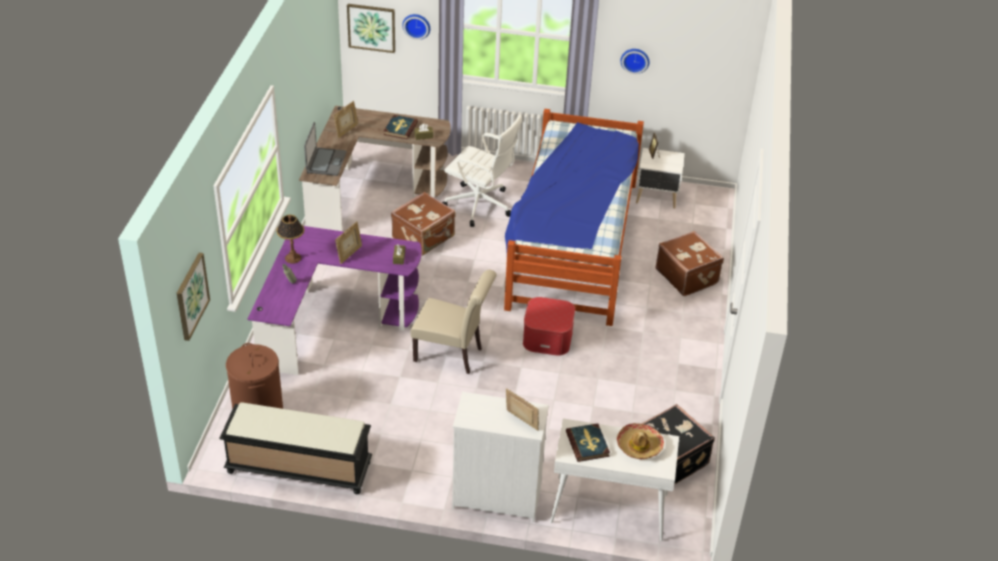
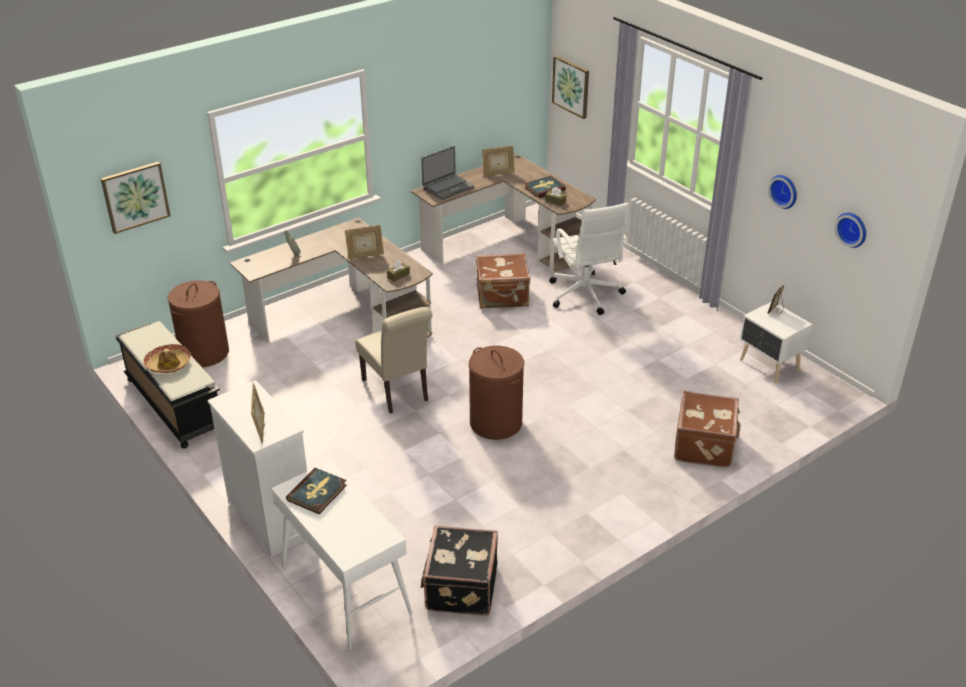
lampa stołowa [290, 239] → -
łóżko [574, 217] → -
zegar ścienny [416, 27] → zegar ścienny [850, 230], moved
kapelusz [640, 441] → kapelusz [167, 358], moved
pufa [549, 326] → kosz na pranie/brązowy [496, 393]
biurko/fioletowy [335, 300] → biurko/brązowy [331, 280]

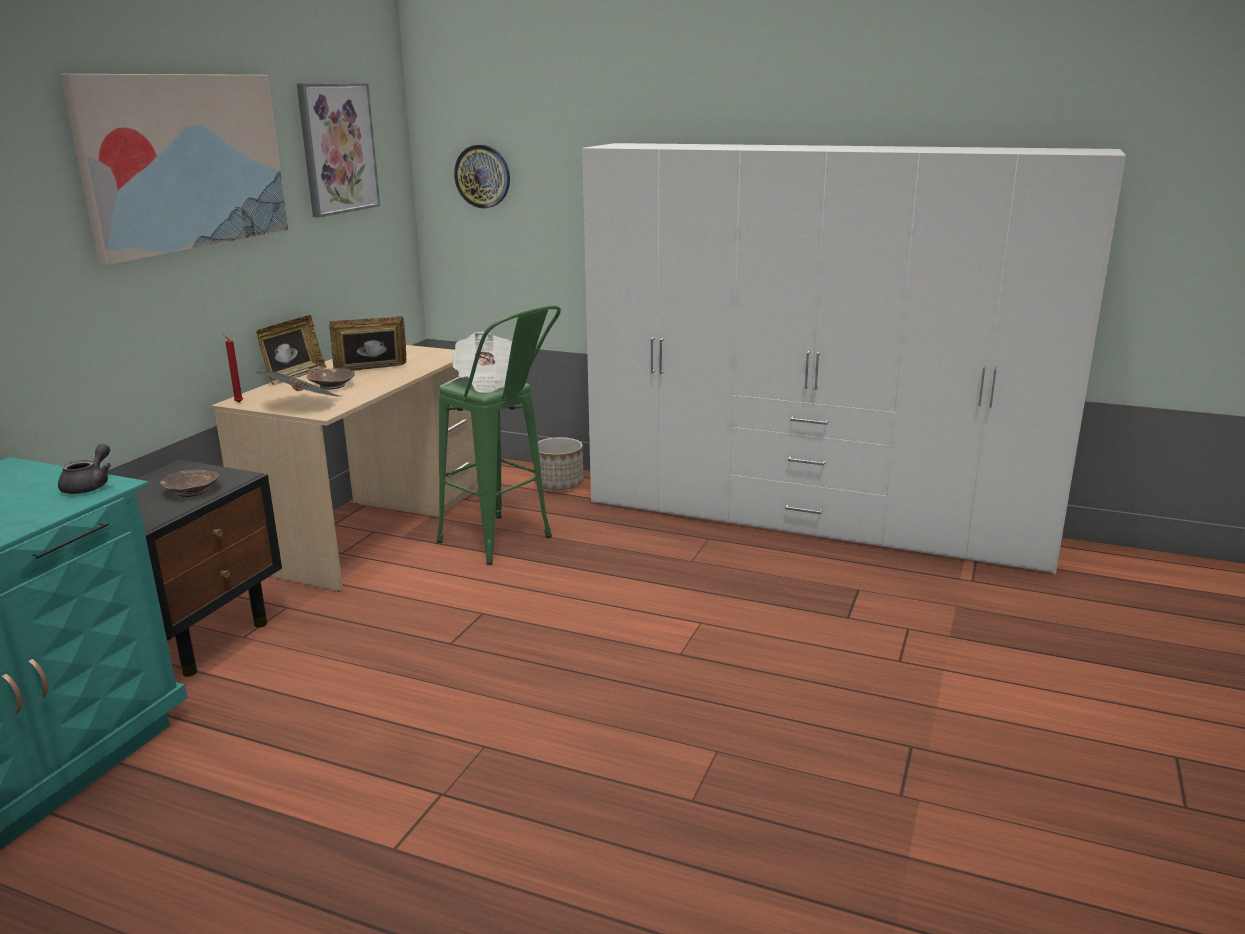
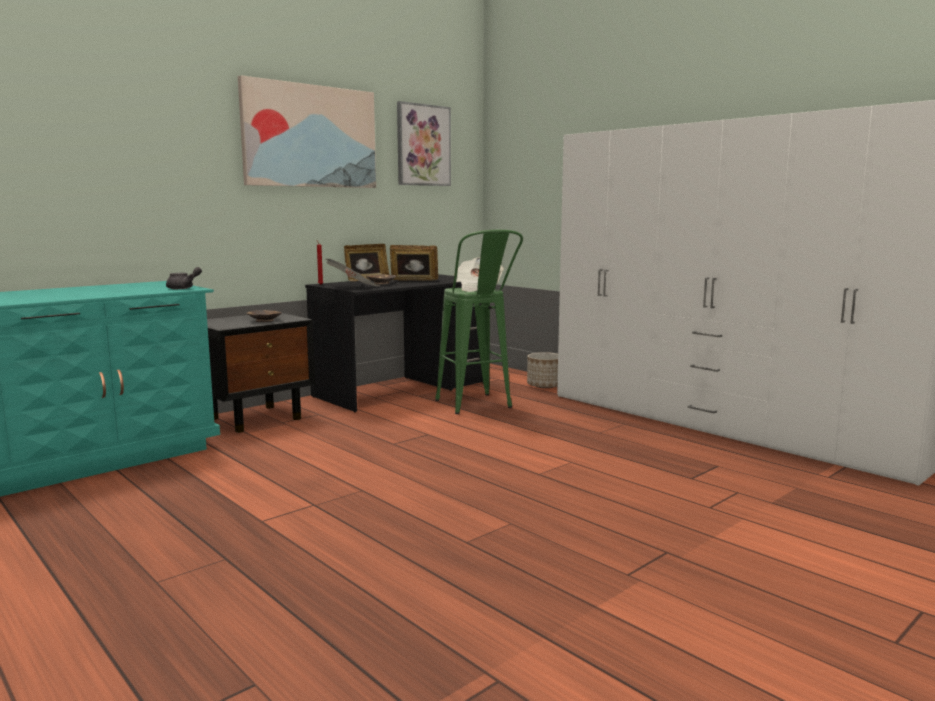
zegar ścienny [482, 176] → -
biurko/beżowy [344, 468] → biurko/czarny [394, 343]

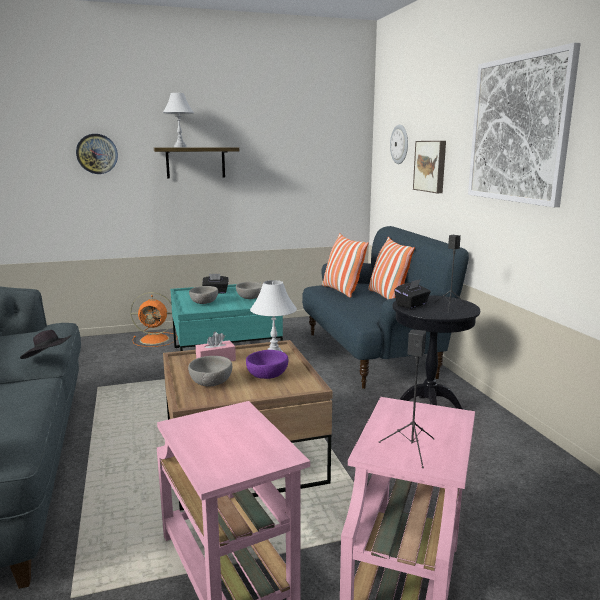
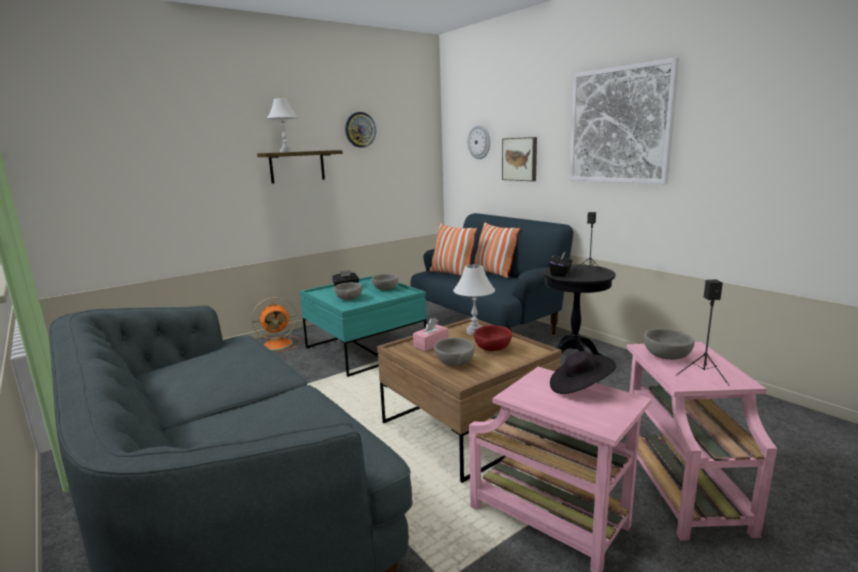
- → miska/szary [668, 344]
kapelusz/czarny [46, 344] → kapelusz/czarny [583, 372], moved
zegar ścienny [97, 154] → zegar ścienny [360, 130], moved
miska/fioletowy [267, 364] → miska/czerwony [493, 338]

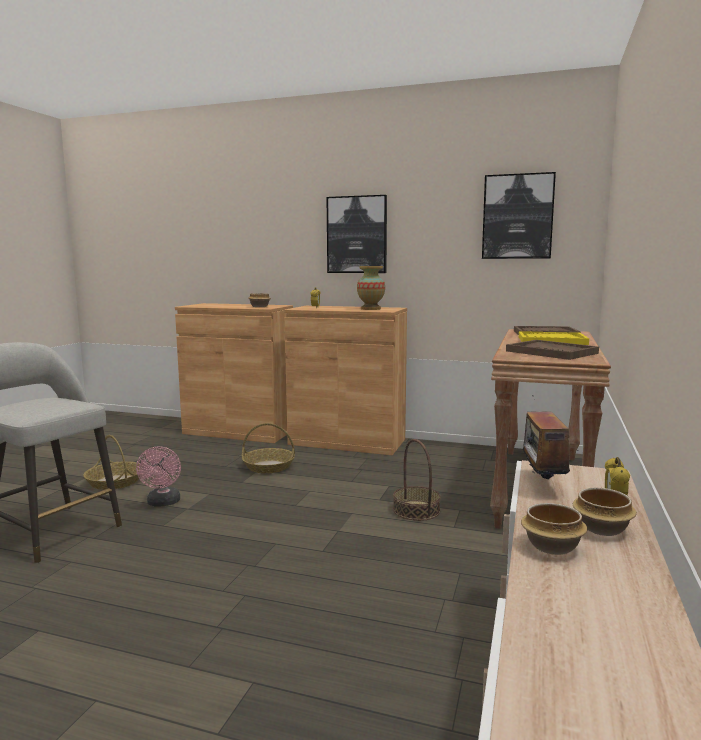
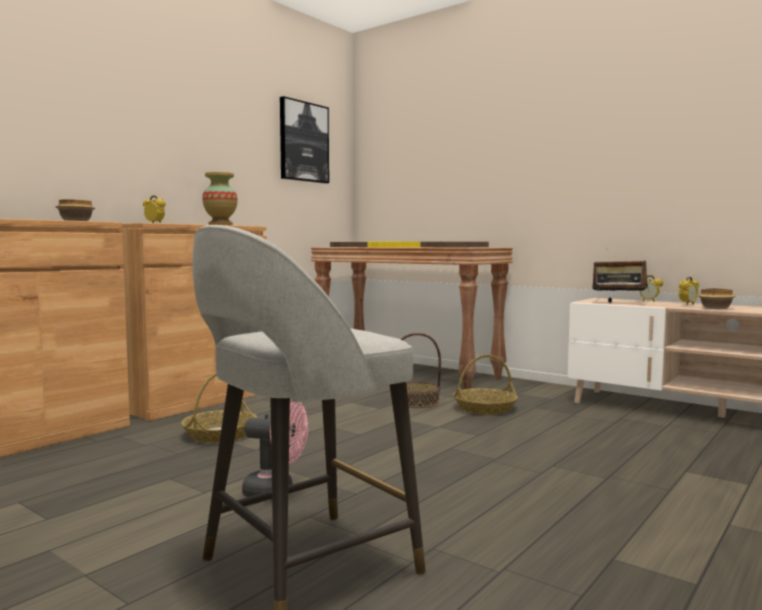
obraz [357, 234] → -
koszyk [111, 462] → koszyk [485, 384], moved
miska [605, 512] → budzik [689, 291]

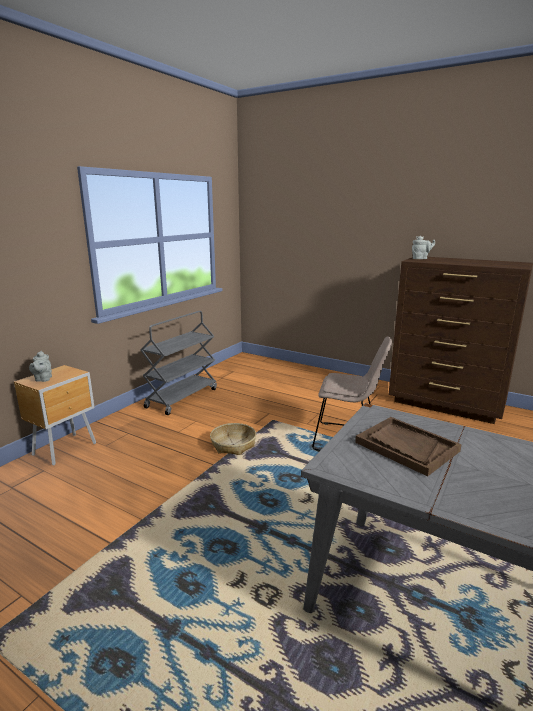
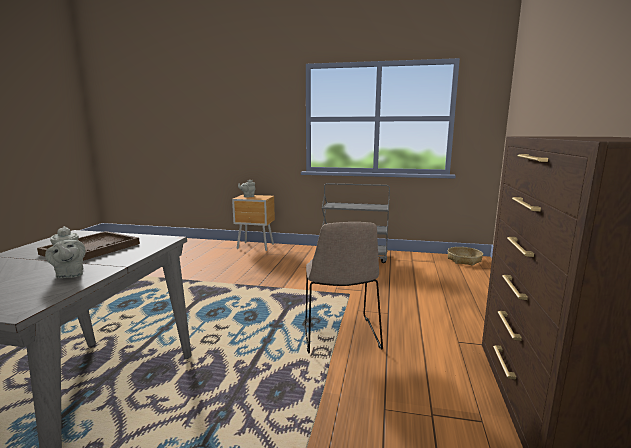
koszyk [233, 439] → koszyk [465, 256], moved
imbryk/szary [423, 247] → imbryk/szary [65, 252], moved

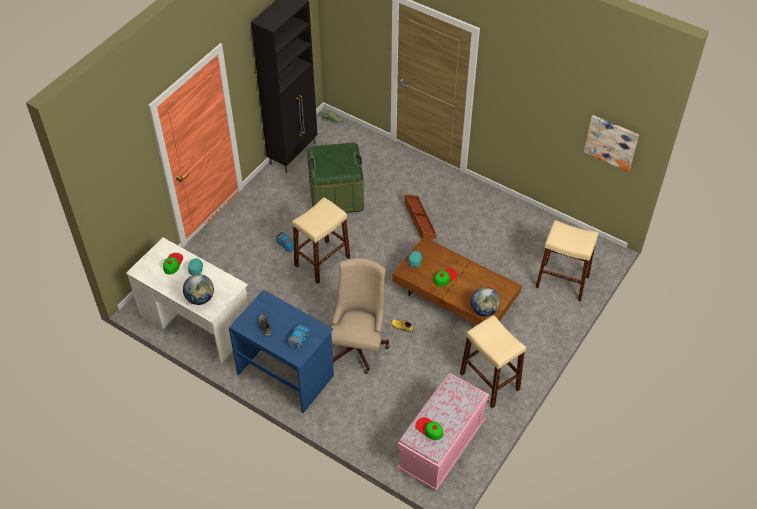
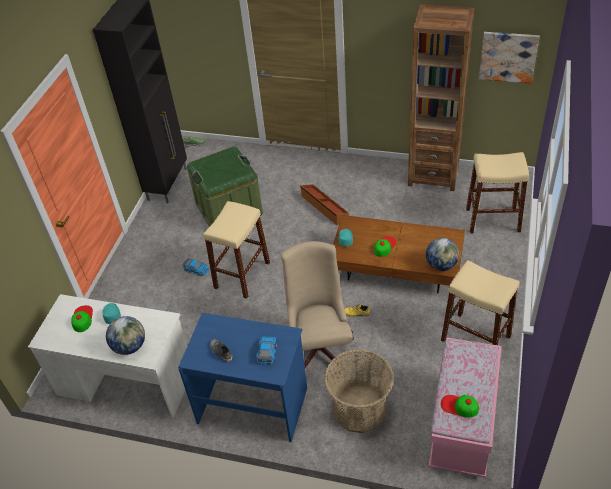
- → koszyk [359, 391]
- → regał/brązowy [441, 98]

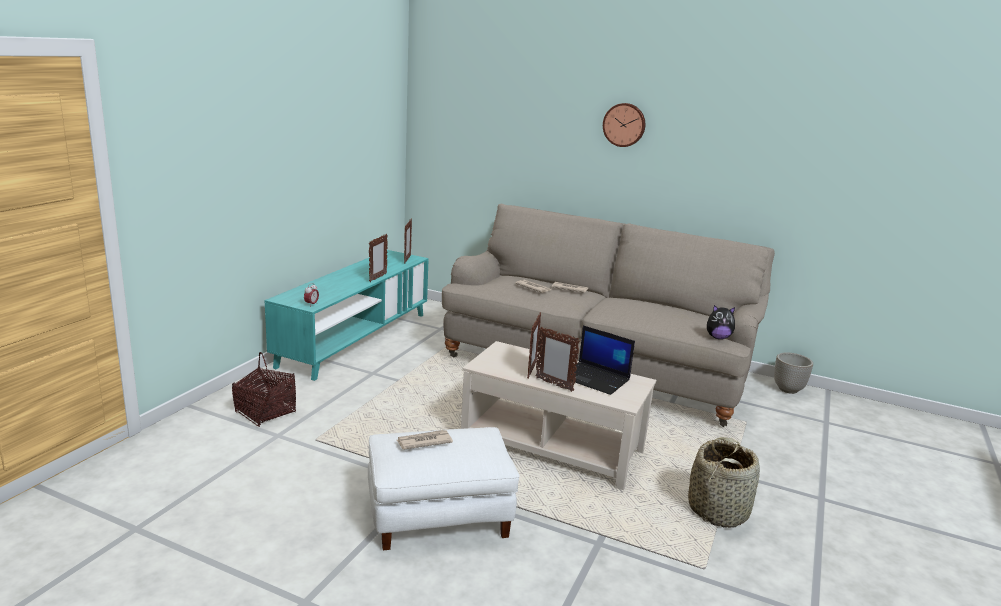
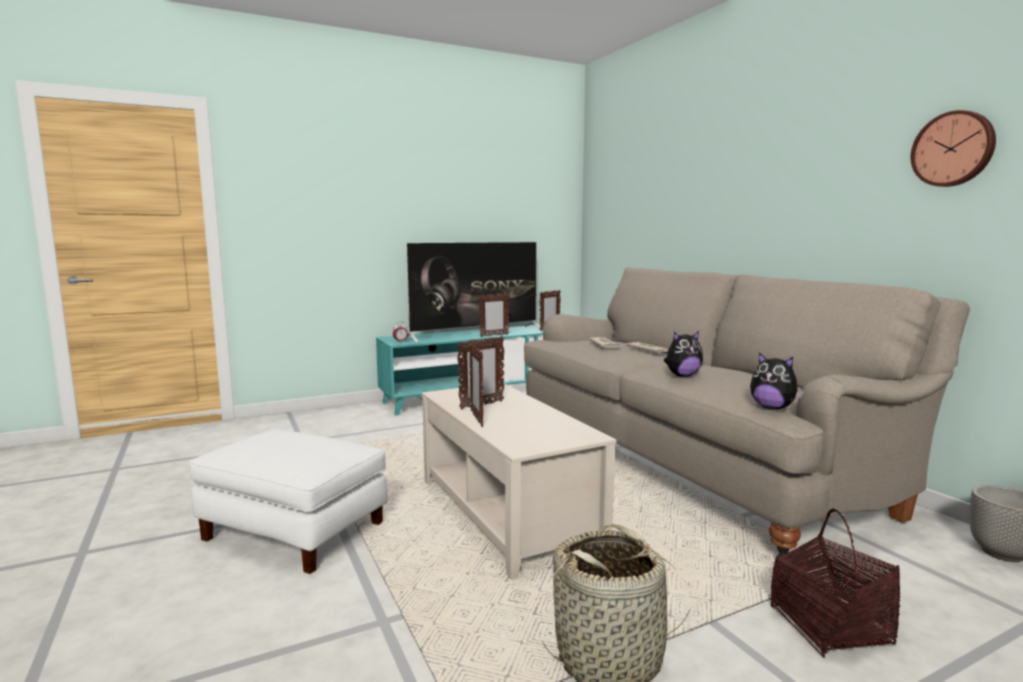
gazeta [425, 440] → -
laptop [603, 360] → -
- → telewizor [473, 292]
- → pluszak [683, 354]
koszyk [264, 389] → koszyk [835, 583], moved
zegar ścienny [624, 125] → zegar ścienny [953, 148], moved

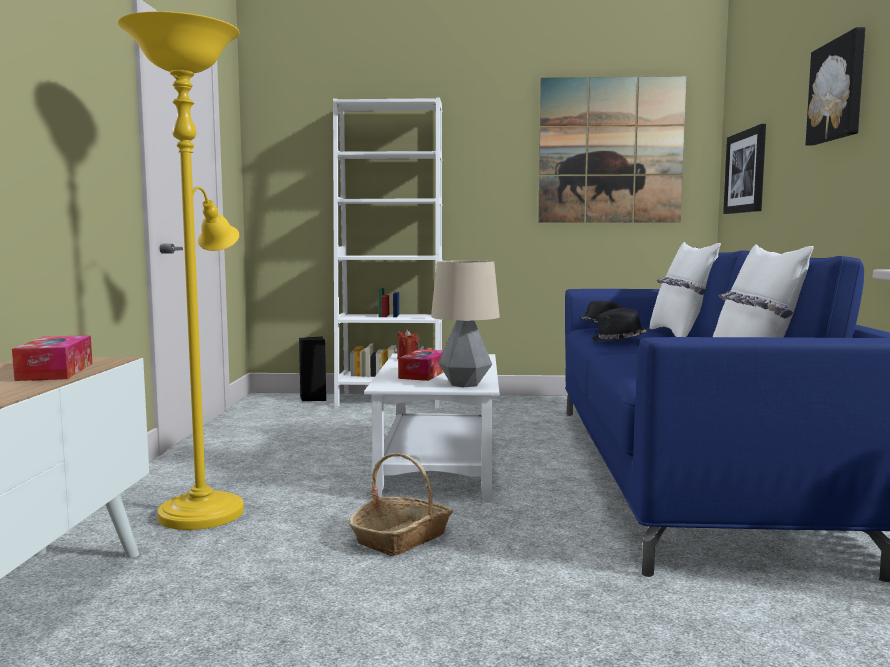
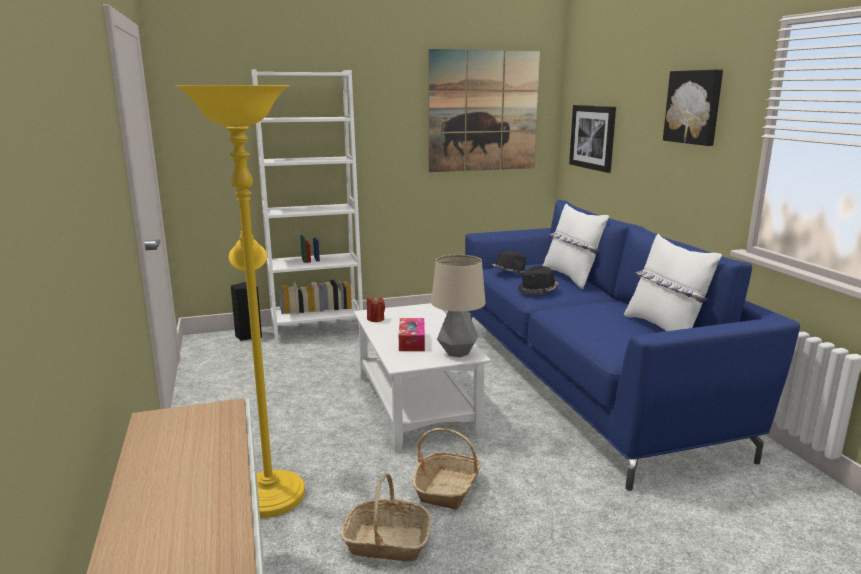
pudełko chusteczek [52, 358] → -
- → koszyk [386, 517]

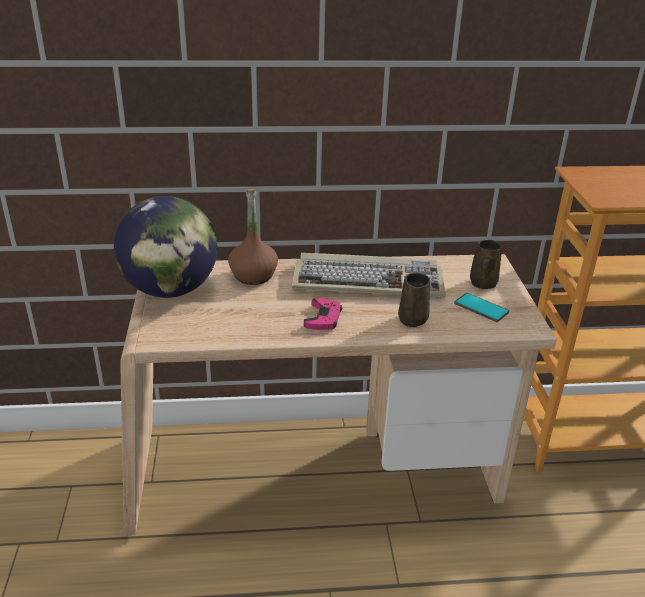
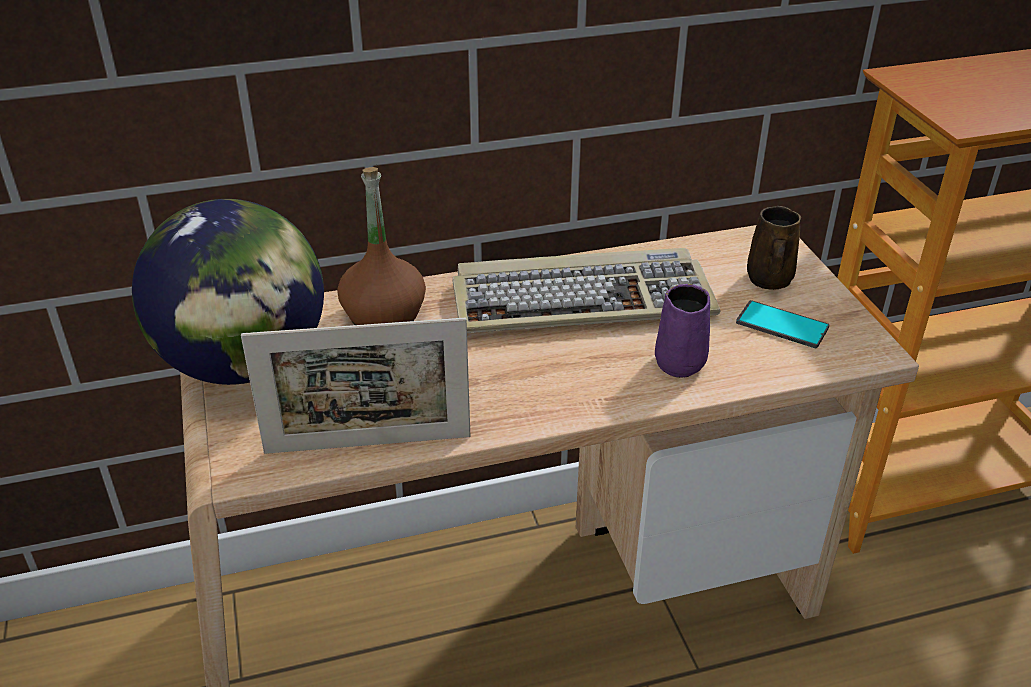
pad do gier/różowy [323, 314] → -
- → ramka na zdjęcie [355, 386]
kubek/brązowy [414, 300] → kubek/fioletowy [682, 331]

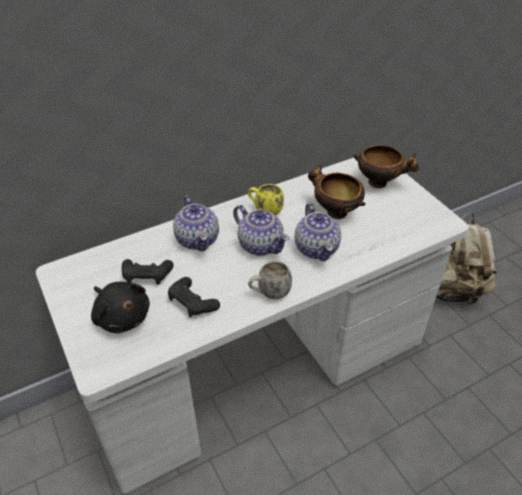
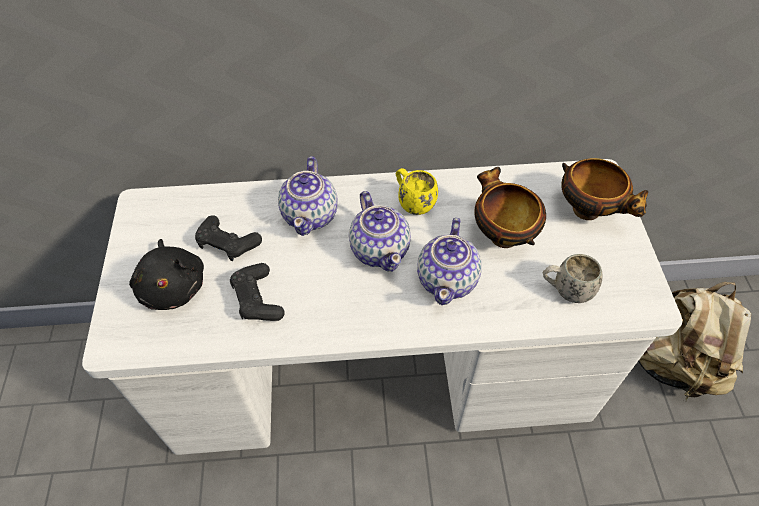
kubek/biały [270, 280] → kubek/biały [573, 278], moved

